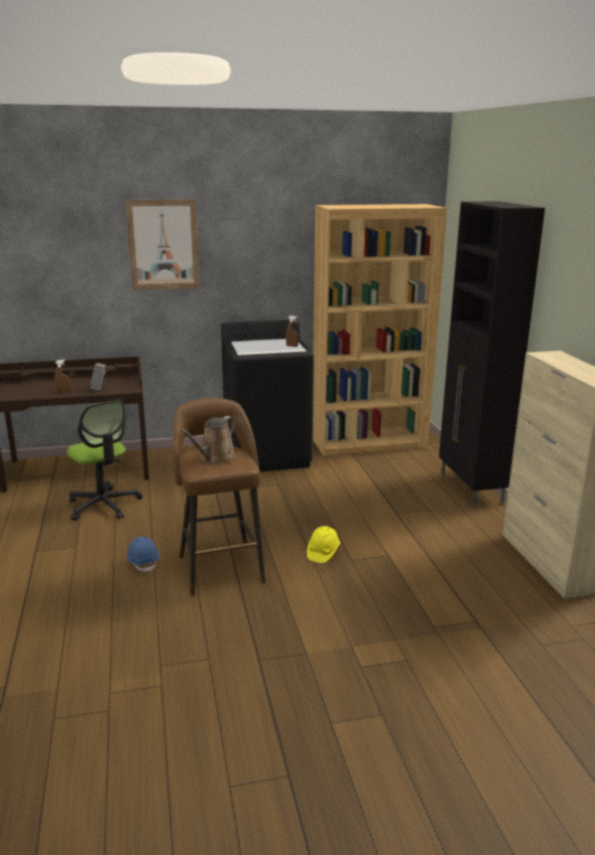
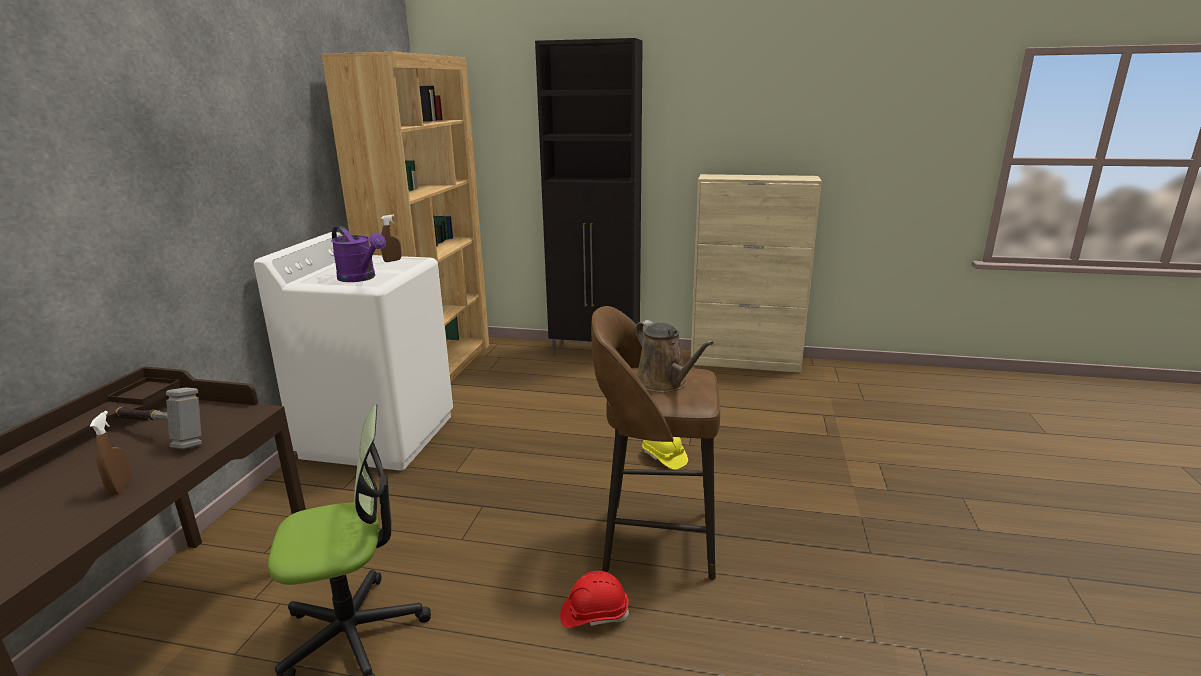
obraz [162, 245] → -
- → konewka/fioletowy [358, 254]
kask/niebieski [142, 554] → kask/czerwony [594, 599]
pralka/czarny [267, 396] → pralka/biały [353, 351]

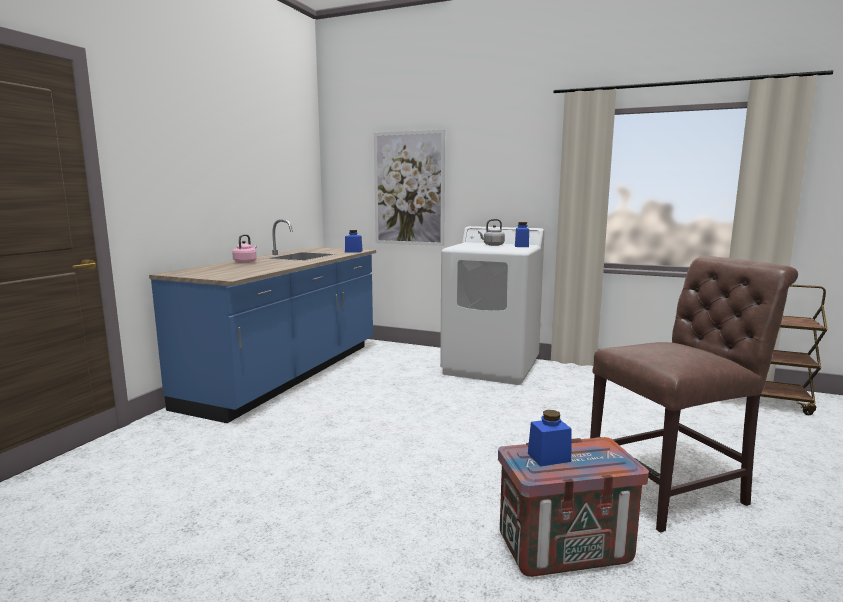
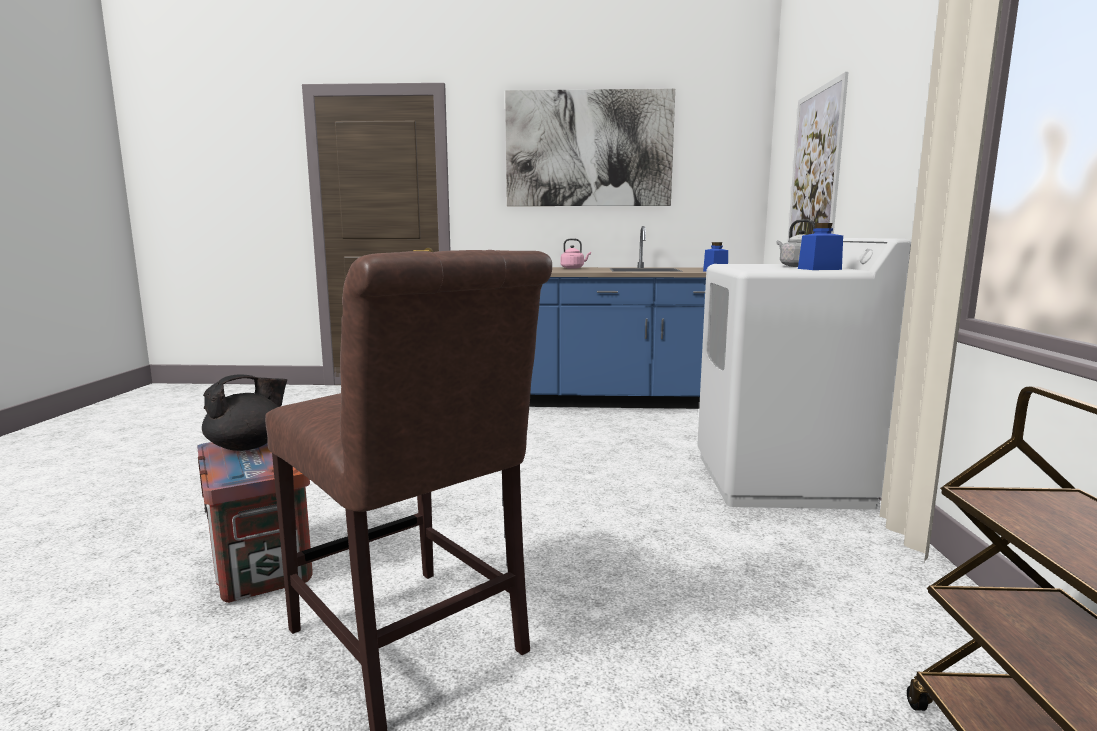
- → obraz [590, 147]
słoik/niebieski [550, 438] → imbryk/czarny [244, 412]

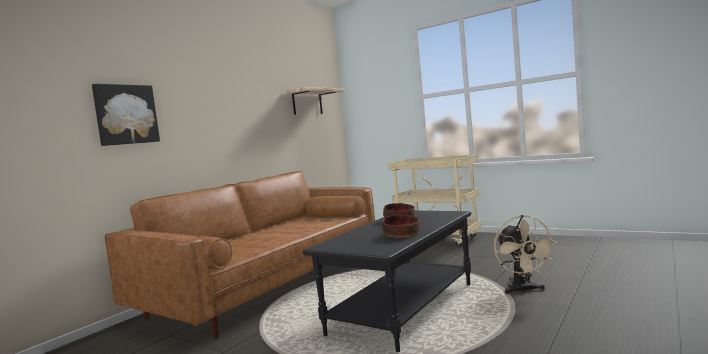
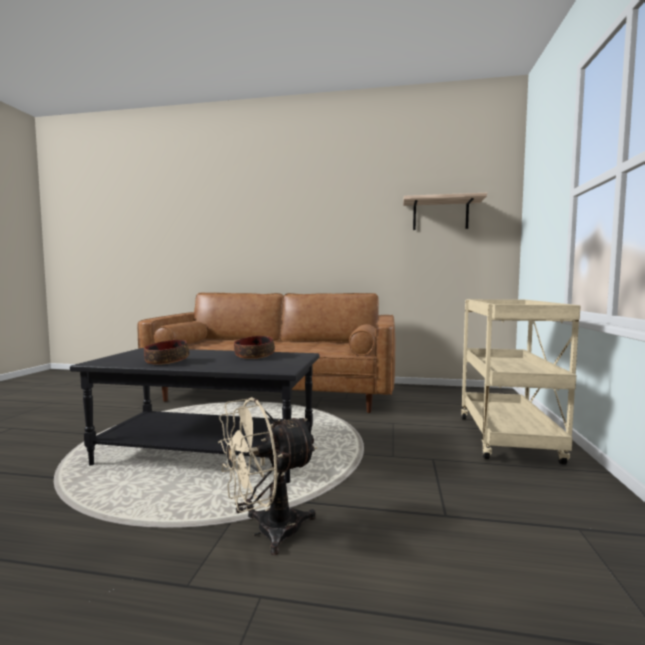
obraz [126, 115] → -

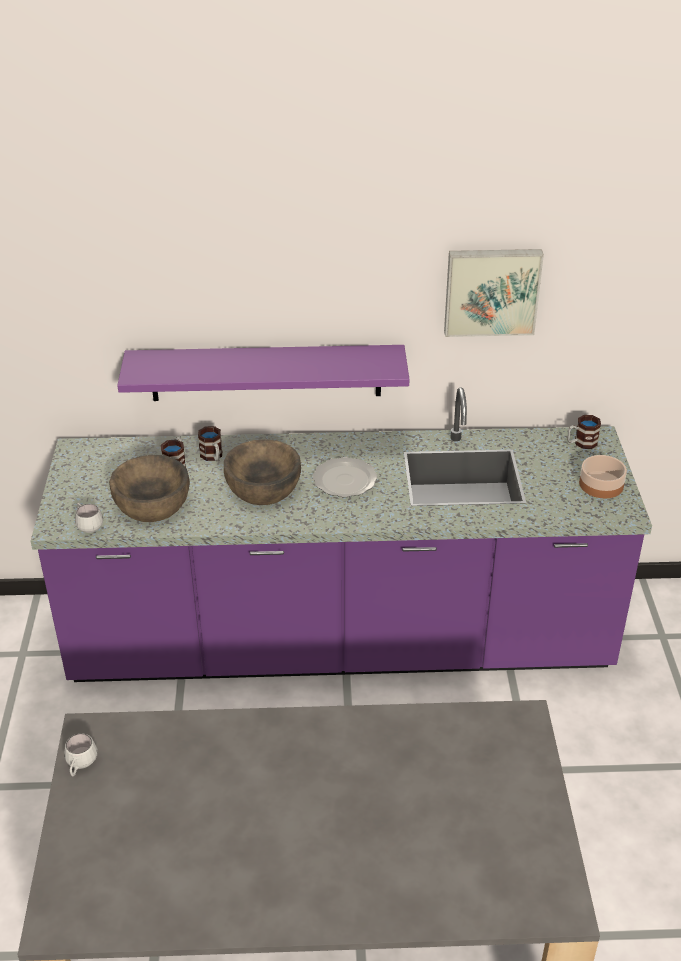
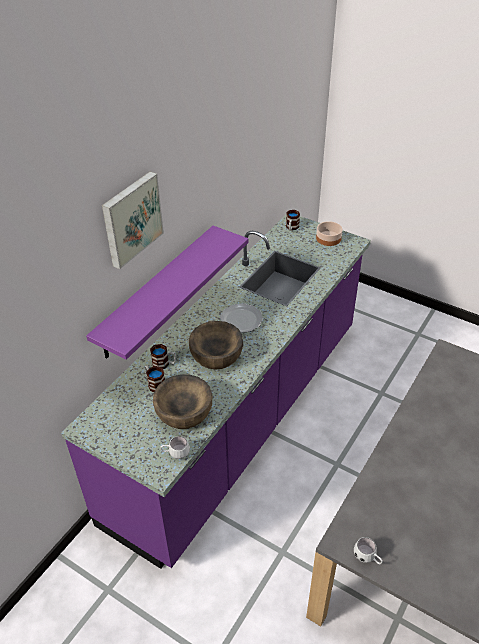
obraz [494, 293] → obraz [133, 220], moved

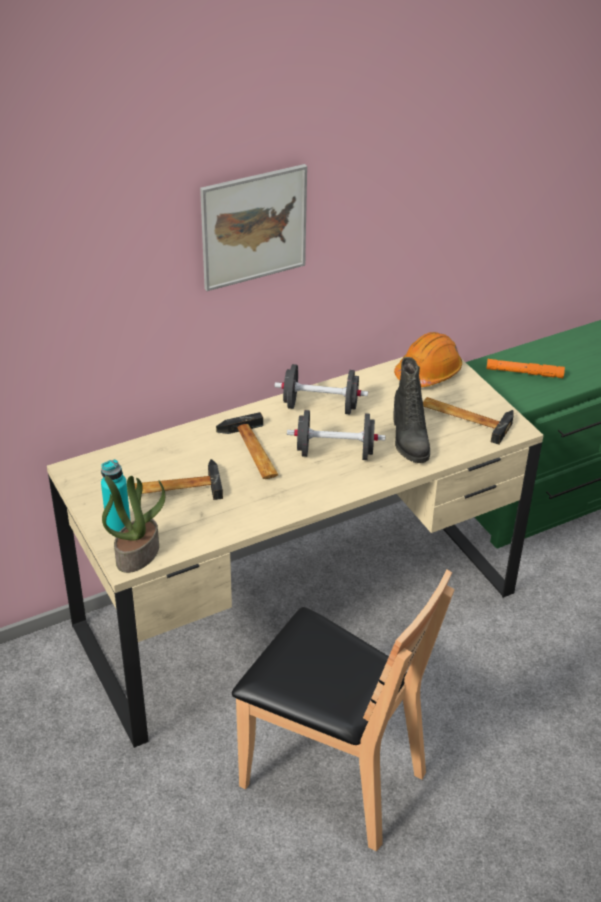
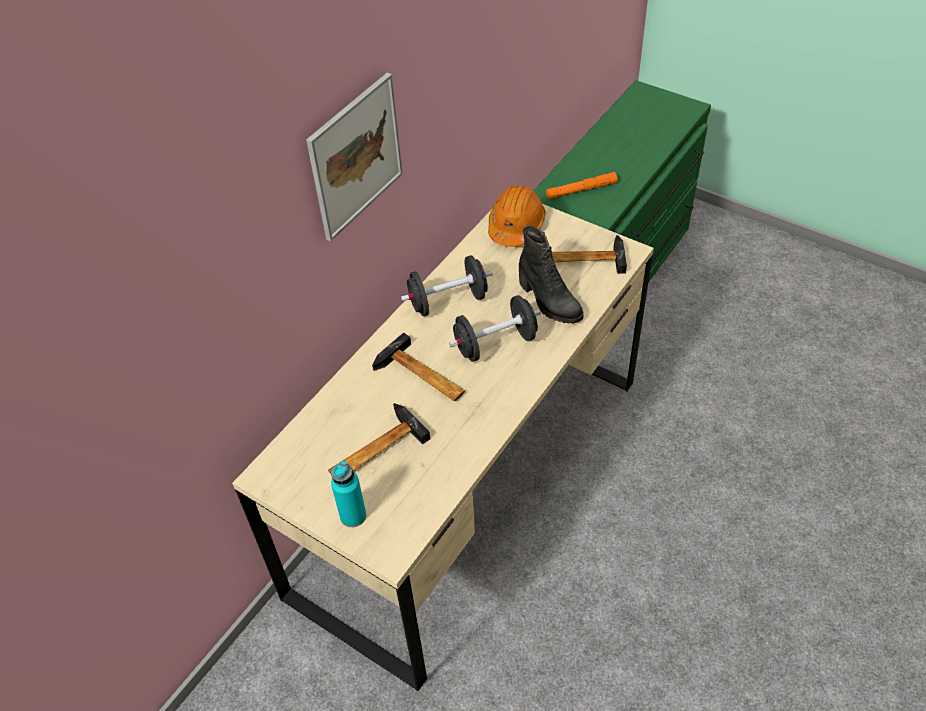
roślina doniczkowa [133, 524] → -
krzesło/brązowy [343, 710] → -

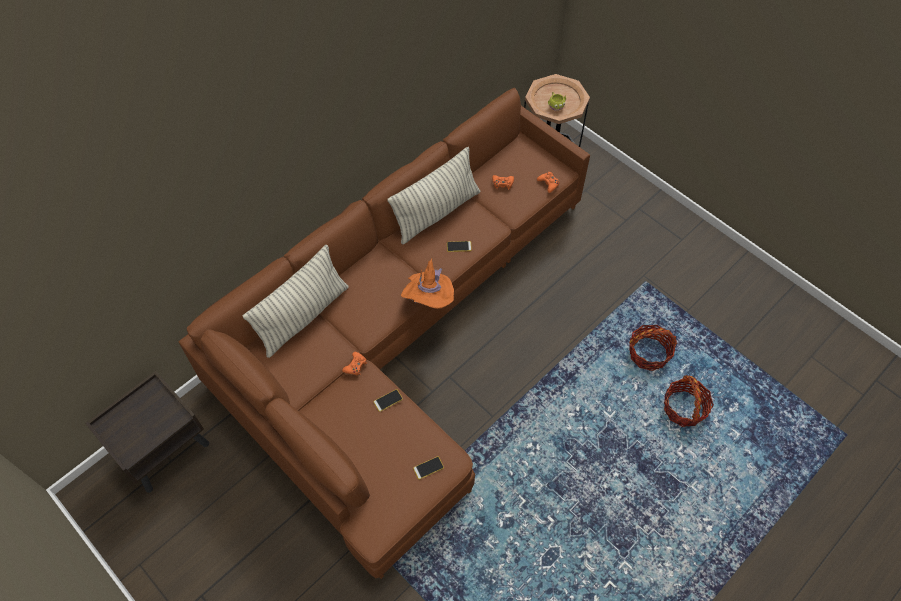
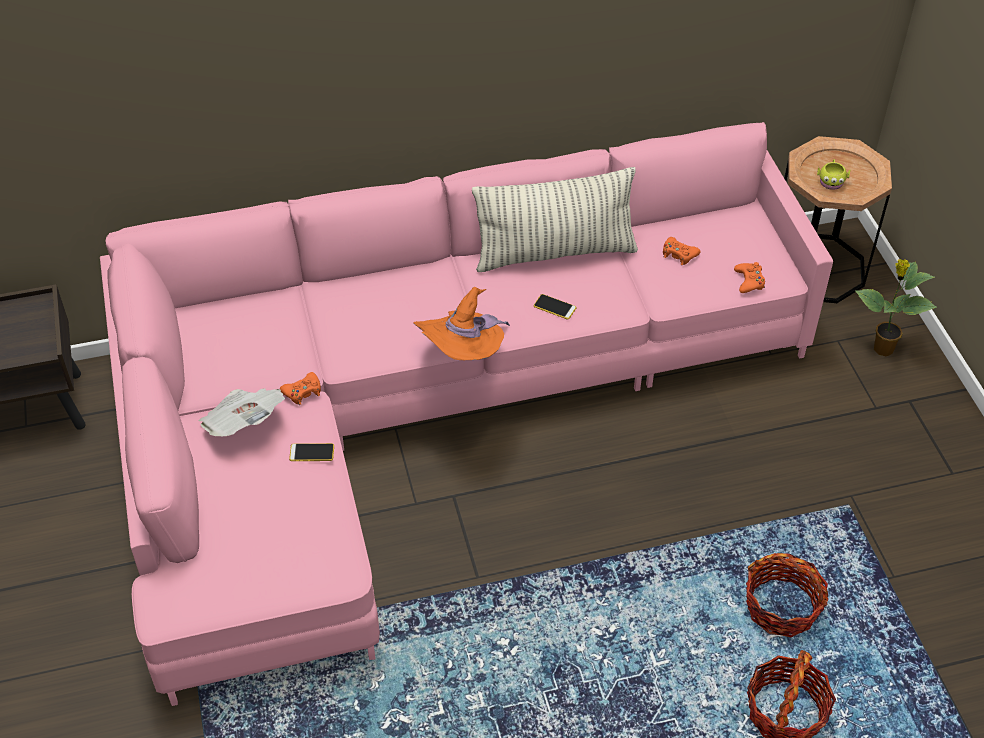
poduszka [296, 301] → -
telefon [428, 468] → -
- → gazeta [241, 412]
- → roślina doniczkowa [896, 307]
kanapa/brązowy [384, 333] → kanapa/różowy [466, 414]

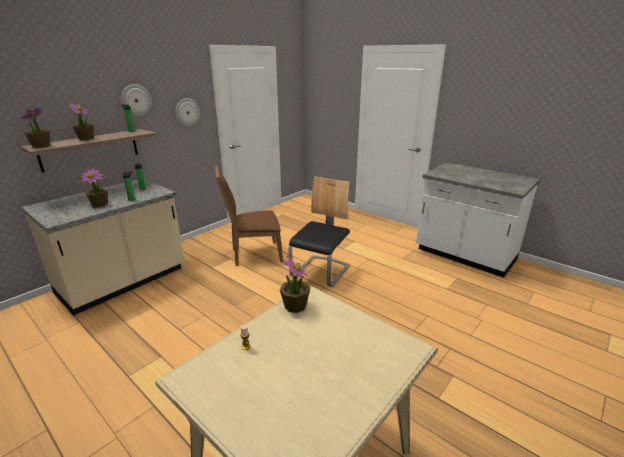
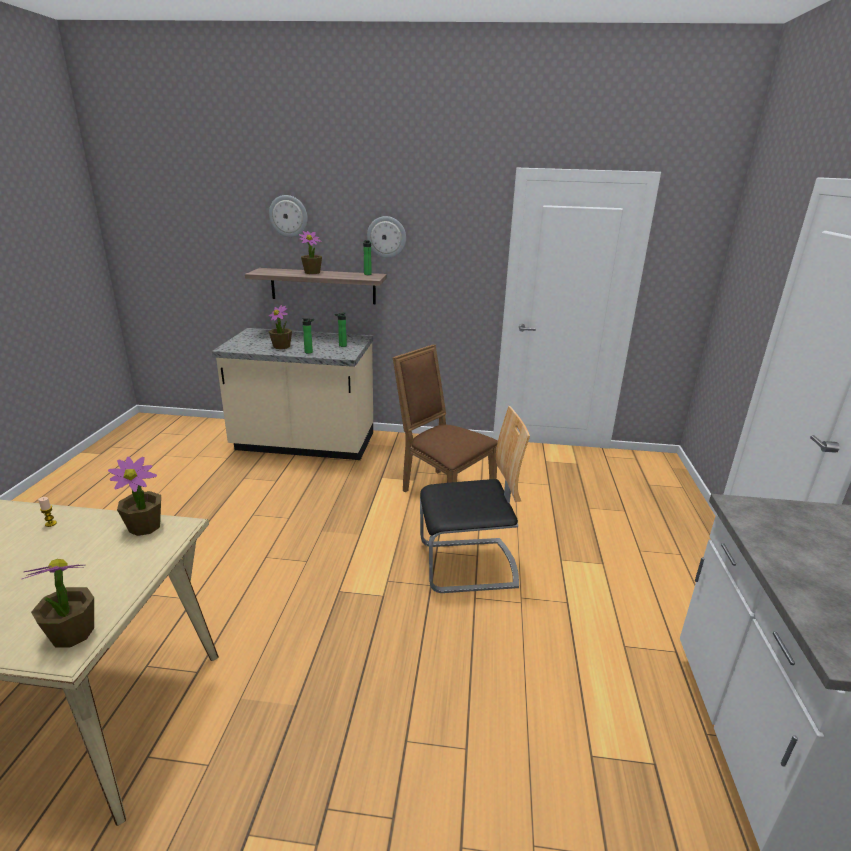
roślina doniczkowa [35, 128] → roślina doniczkowa [58, 603], moved
zegar ścienny [187, 112] → zegar ścienny [288, 216], moved

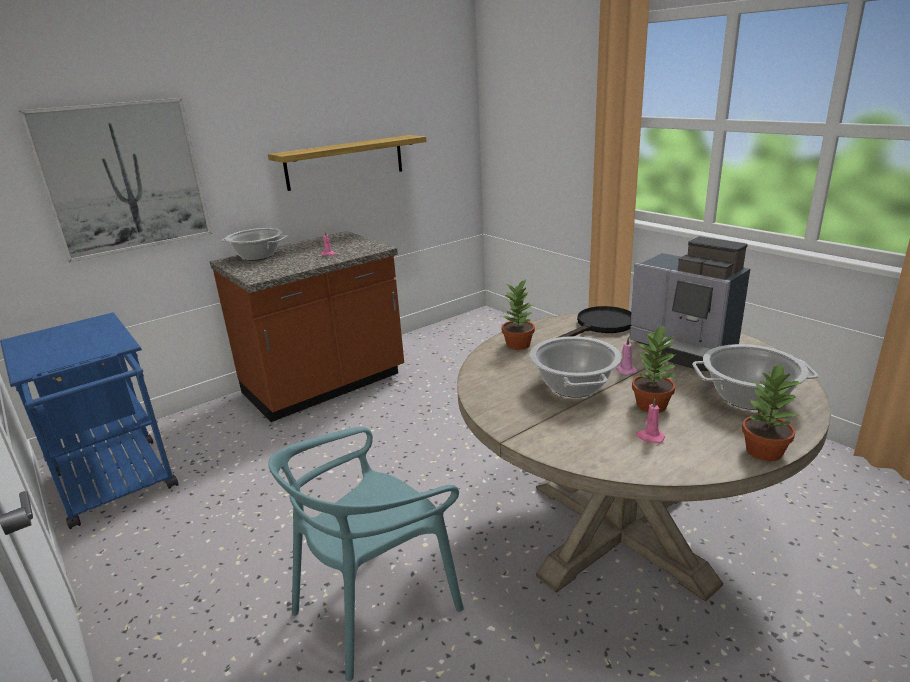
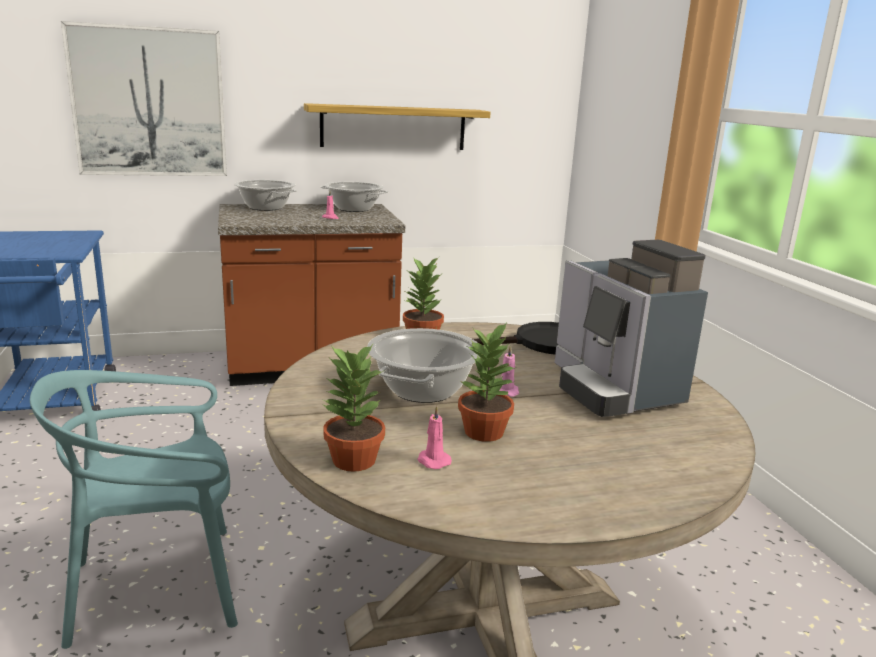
garnek [755, 377] → garnek [354, 197], moved
roślina doniczkowa [772, 411] → roślina doniczkowa [353, 408], moved

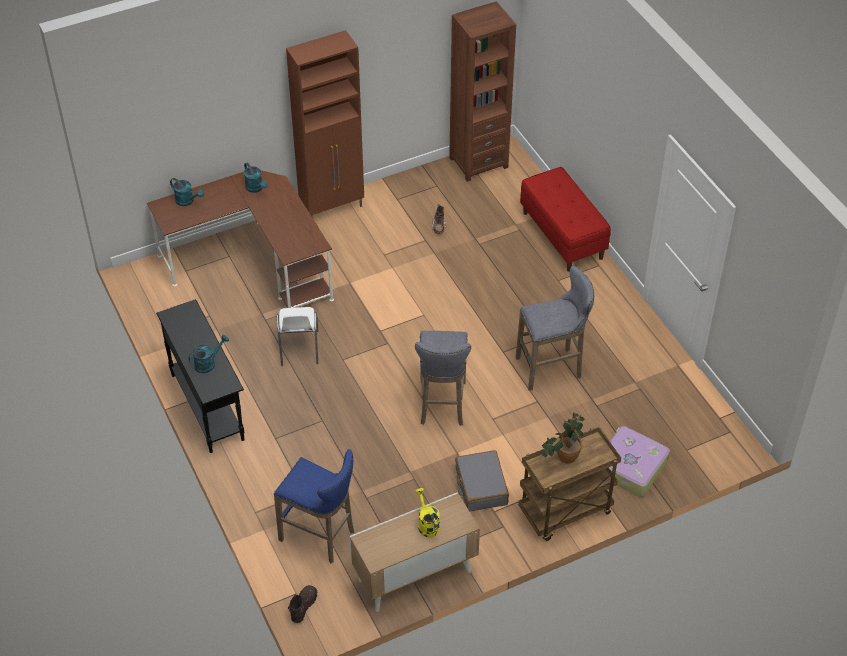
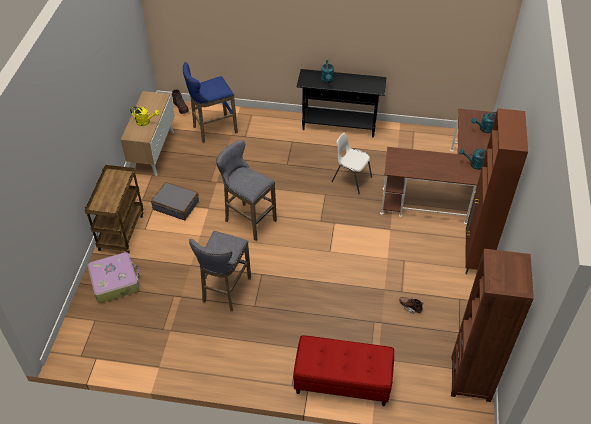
roślina doniczkowa [562, 438] → -

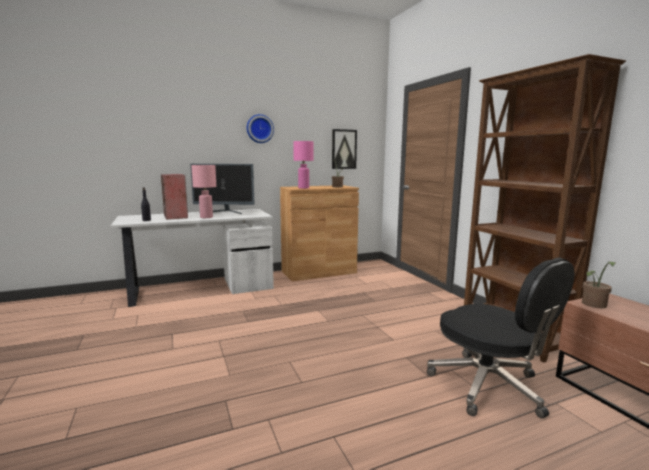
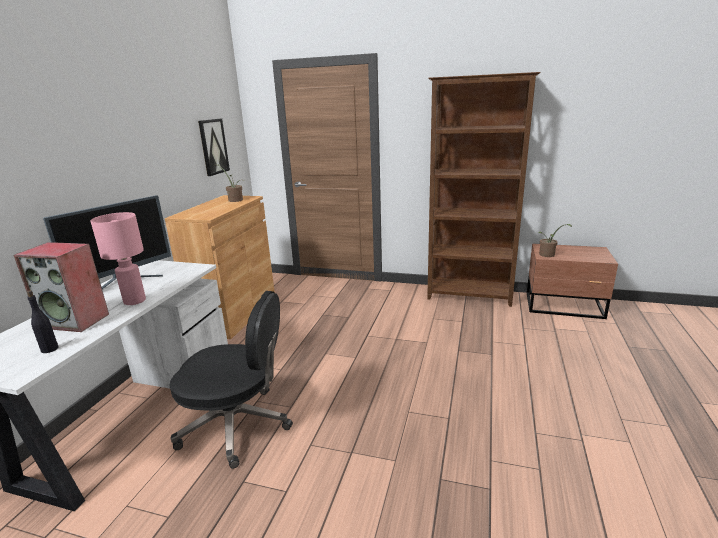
zegar ścienny [260, 128] → -
lampa stołowa/różowy [303, 165] → -
krzesło biurowe/czarny [500, 338] → krzesło biurowe/czarny [231, 379], moved

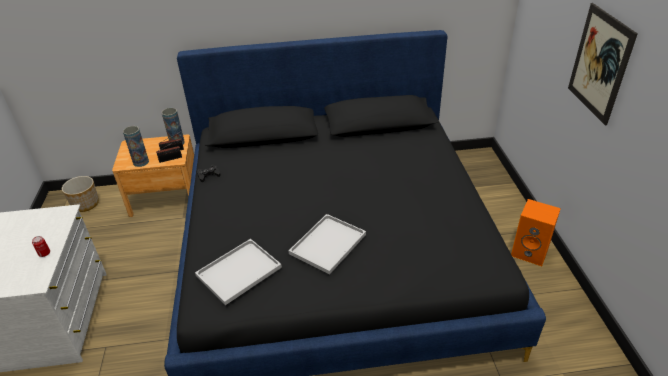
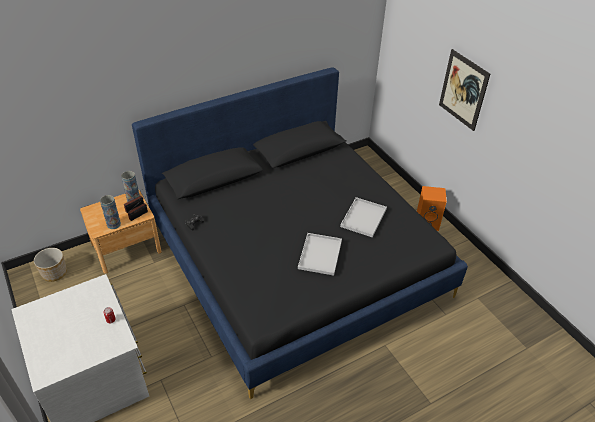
taca/biały [238, 272] → taca/biały [363, 217], moved

